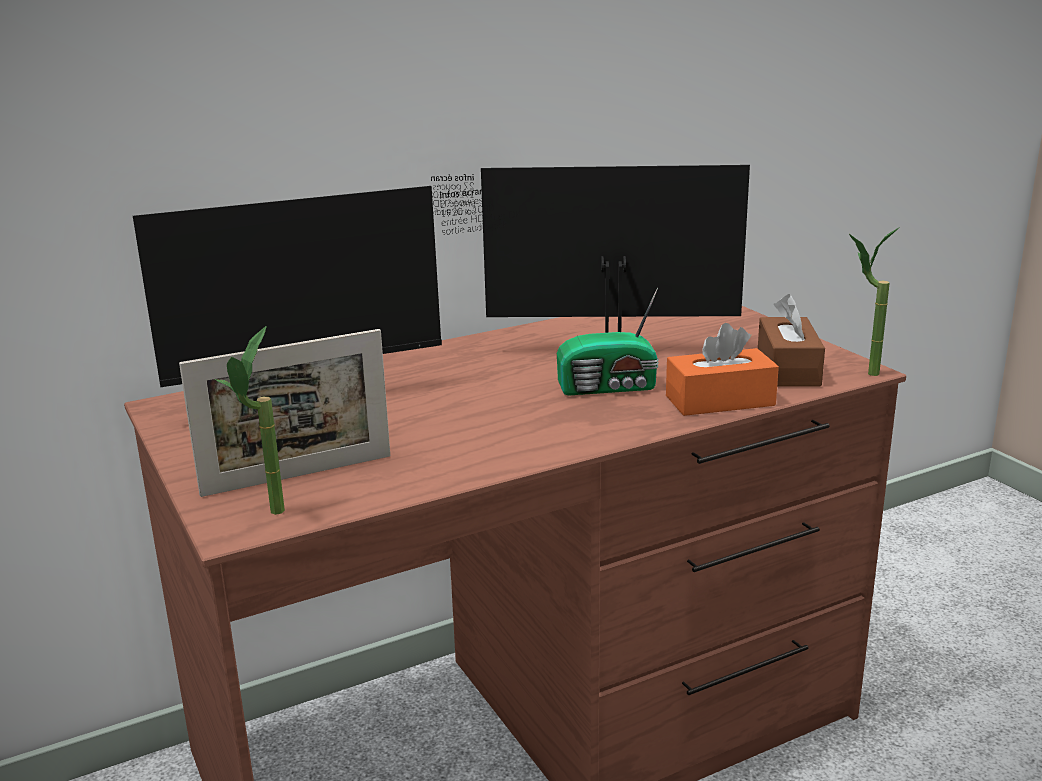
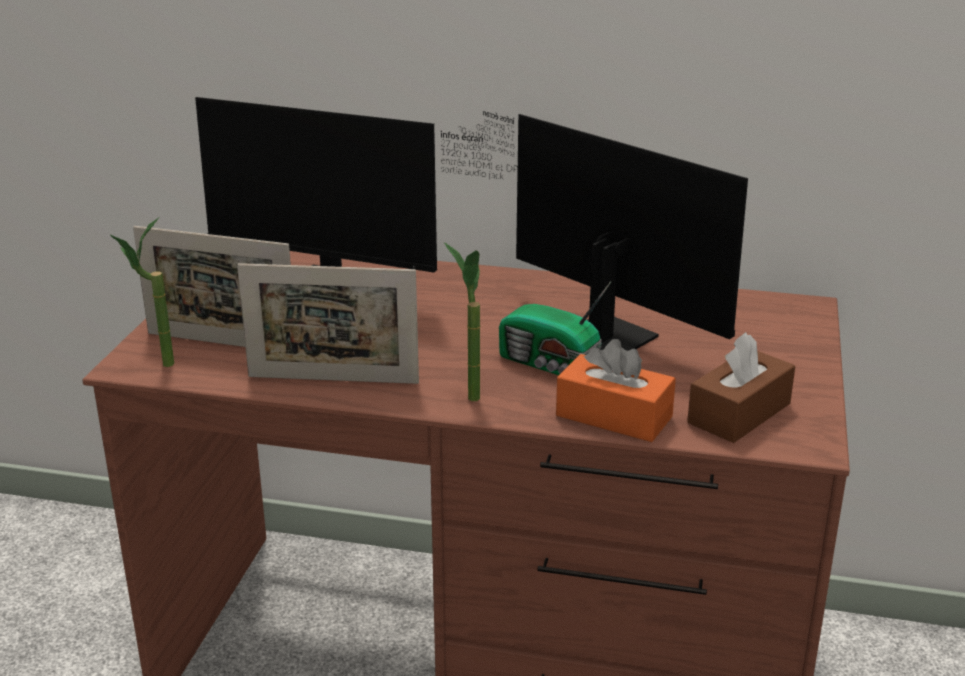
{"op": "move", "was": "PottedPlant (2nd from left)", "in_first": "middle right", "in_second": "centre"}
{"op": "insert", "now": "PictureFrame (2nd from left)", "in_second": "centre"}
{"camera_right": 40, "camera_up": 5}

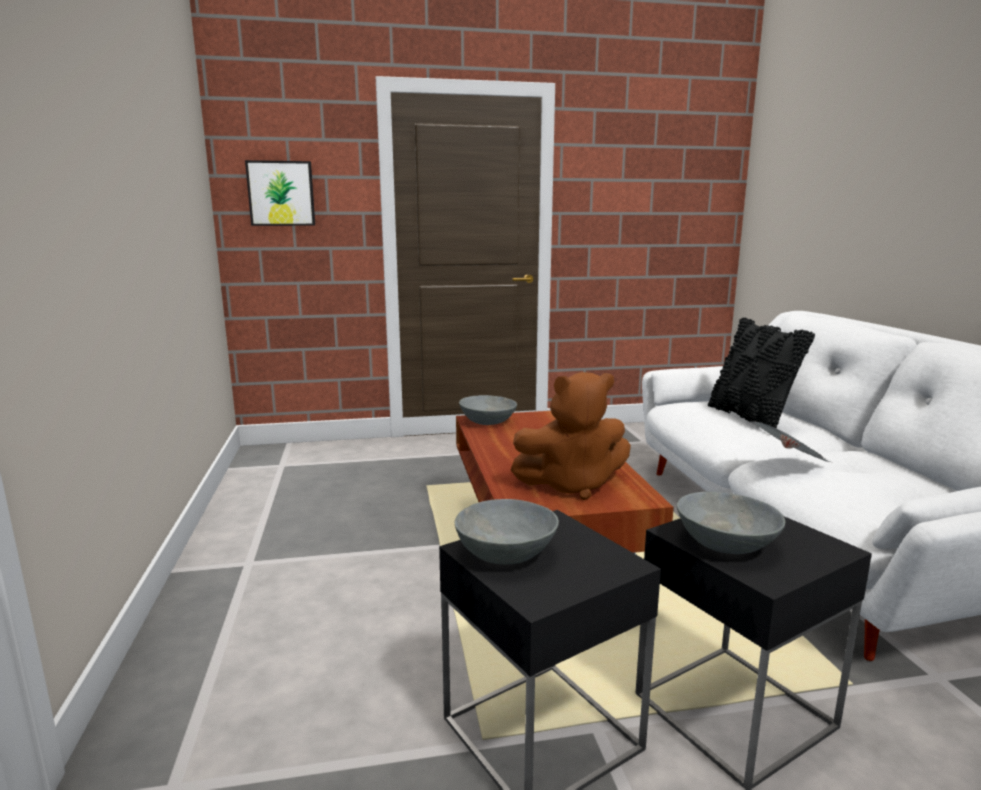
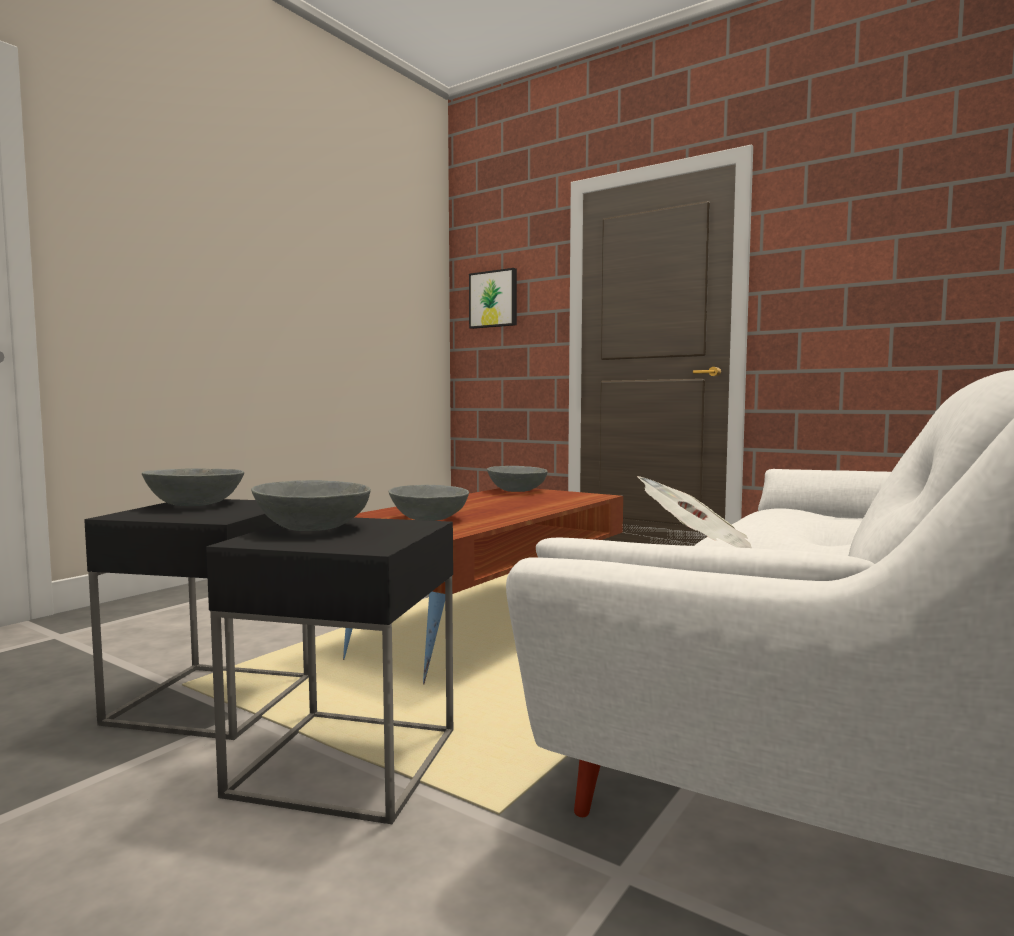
{"op": "delete", "was": "BlackPillow", "in_first": "middle right"}
{"op": "replace", "was": "BrownPlushToy", "now": "GreyBowl (3rd from left)", "in_first": "centre", "in_second": "centre"}
{"camera_right": 45, "camera_up": -10}

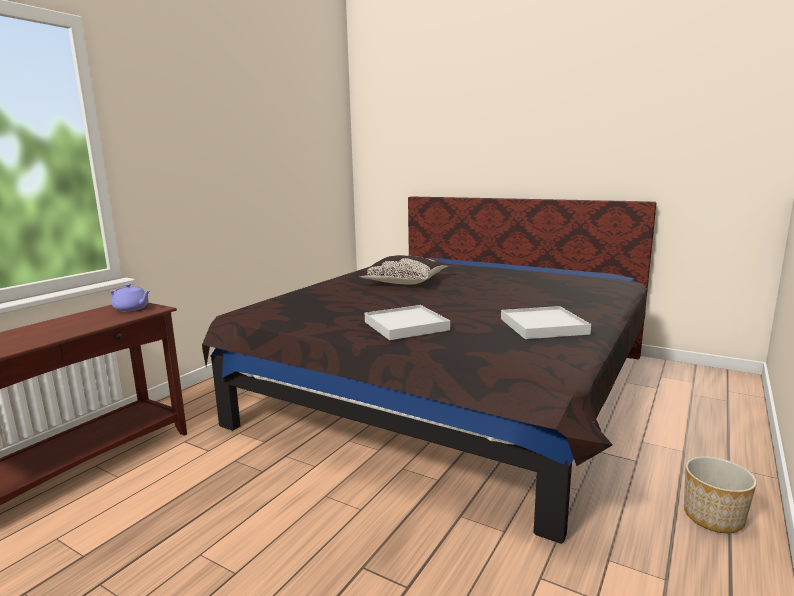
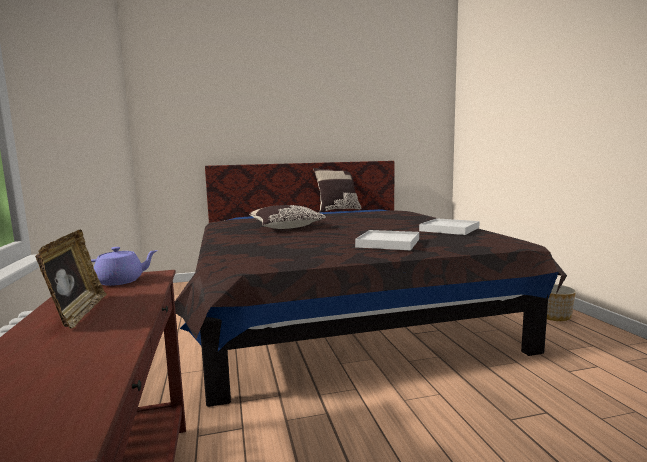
{"op": "insert", "now": "Pillow (2nd from left)", "in_second": "centre"}
{"op": "insert", "now": "PictureFrame", "in_second": "middle left"}
{"camera_right": -45, "camera_up": -5}

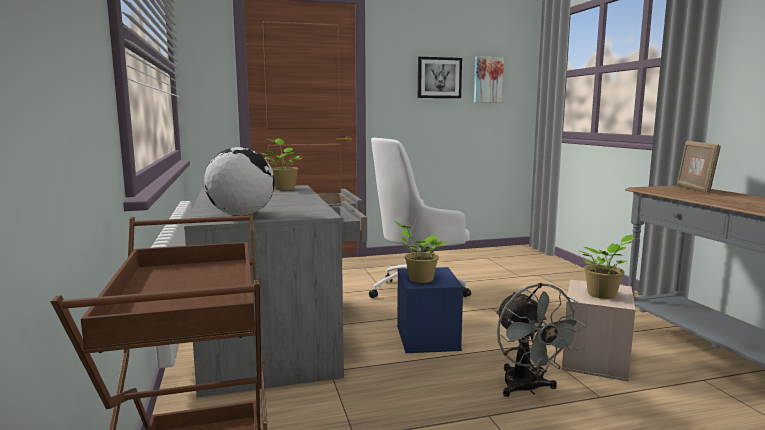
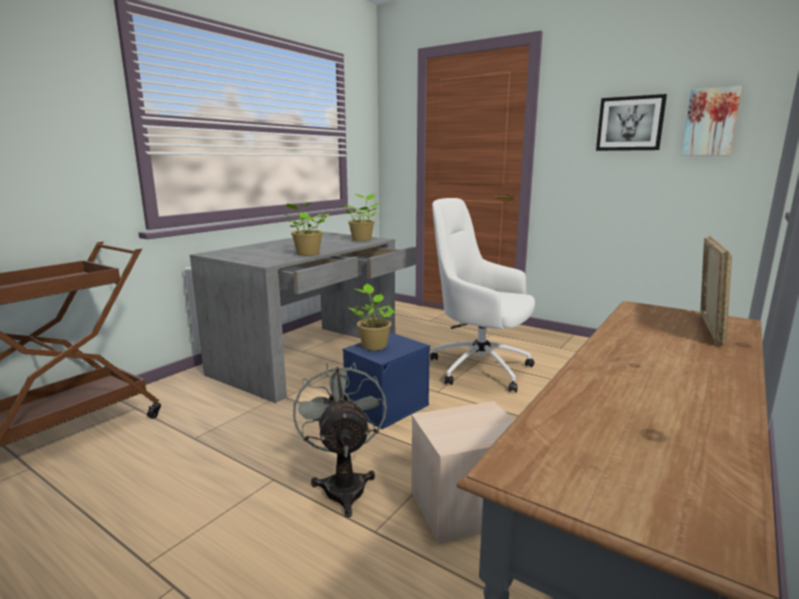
{"op": "rotate", "was": "PictureFrame", "in_first": "middle right", "in_second": "middle right", "clockwise": 150}
{"op": "delete", "was": "Globe", "in_first": "middle left"}
{"op": "move", "was": "PottedPlant (3rd from left in the first image)", "now": "PottedPlant (1st from left)", "in_first": "middle right", "in_second": "centre"}
{"op": "rotate", "was": "GreyFan", "in_first": "bottom right", "in_second": "bottom centre", "clockwise": 135}
{"camera_right": 50, "camera_up": 5}

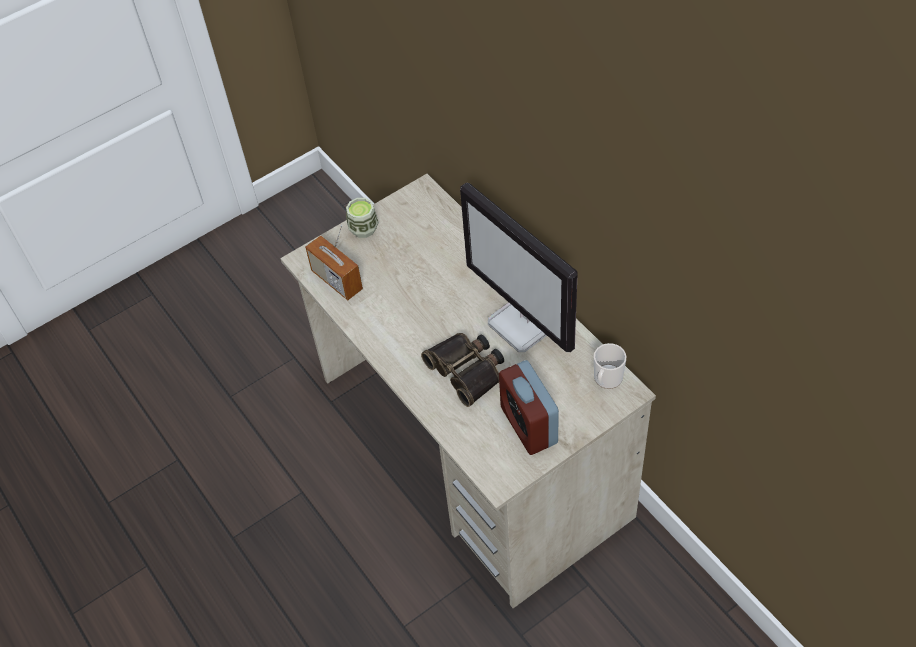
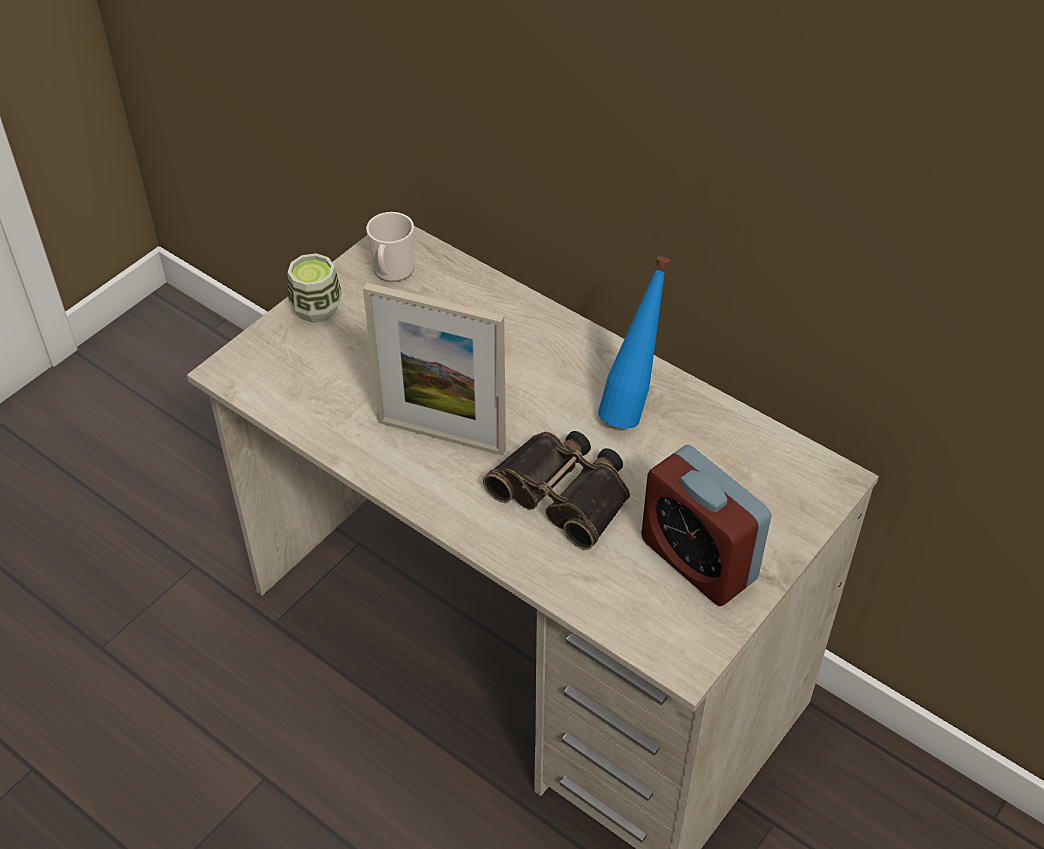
{"op": "replace", "was": "Monitor", "now": "BlueBottle", "in_first": "centre", "in_second": "centre"}
{"op": "delete", "was": "Radio", "in_first": "centre"}
{"op": "move", "was": "Mug", "in_first": "centre", "in_second": "top centre"}
{"op": "insert", "now": "PictureFrame", "in_second": "centre"}
{"camera_right": -20, "camera_up": -5}

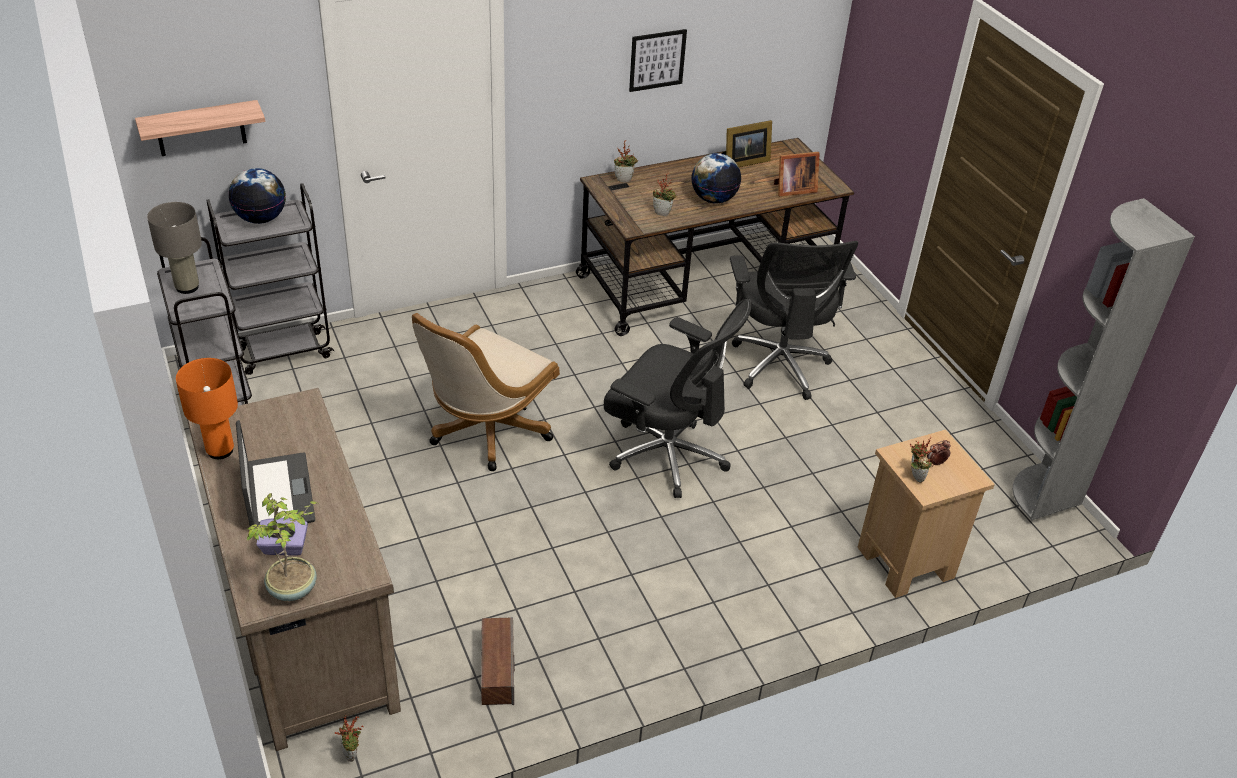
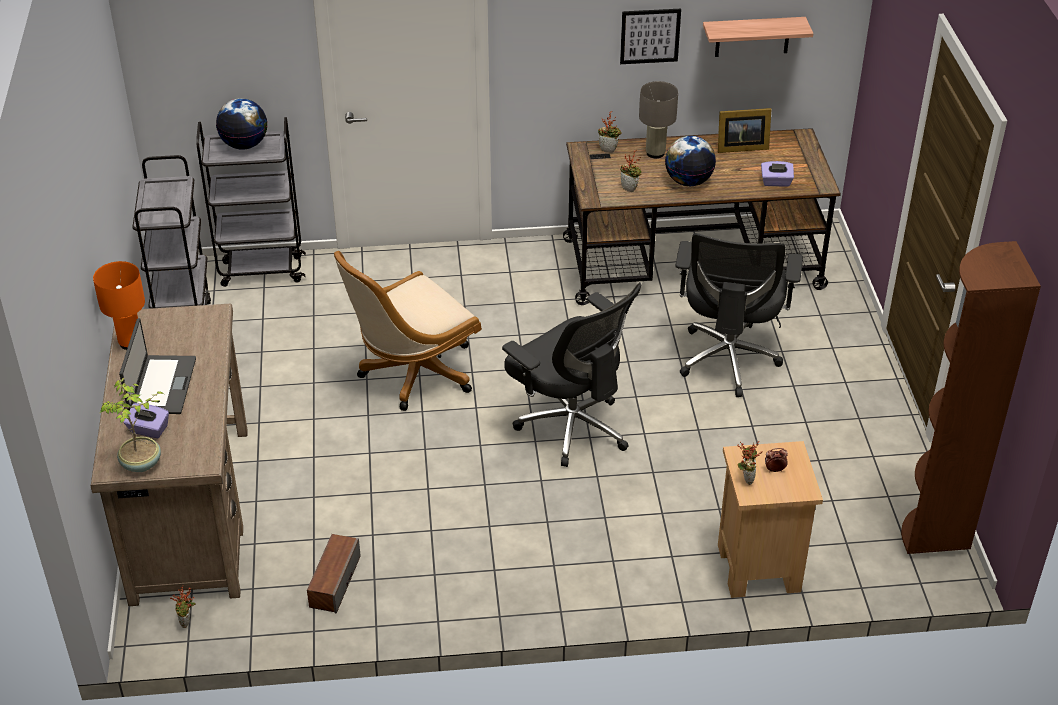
{"op": "move", "was": "Shelf", "in_first": "top left", "in_second": "top right"}
{"op": "replace", "was": "PictureFrame (2nd from left)", "now": "PurpleTissueBox (2nd from left)", "in_first": "top centre", "in_second": "top right"}
{"op": "recolor", "was": "GreyBookcase", "now": "BrownBookcase", "in_first": "middle right", "in_second": "middle right"}
{"op": "move", "was": "GreyTableLamp", "in_first": "top left", "in_second": "top centre"}
{"camera_right": 20, "camera_up": 0}

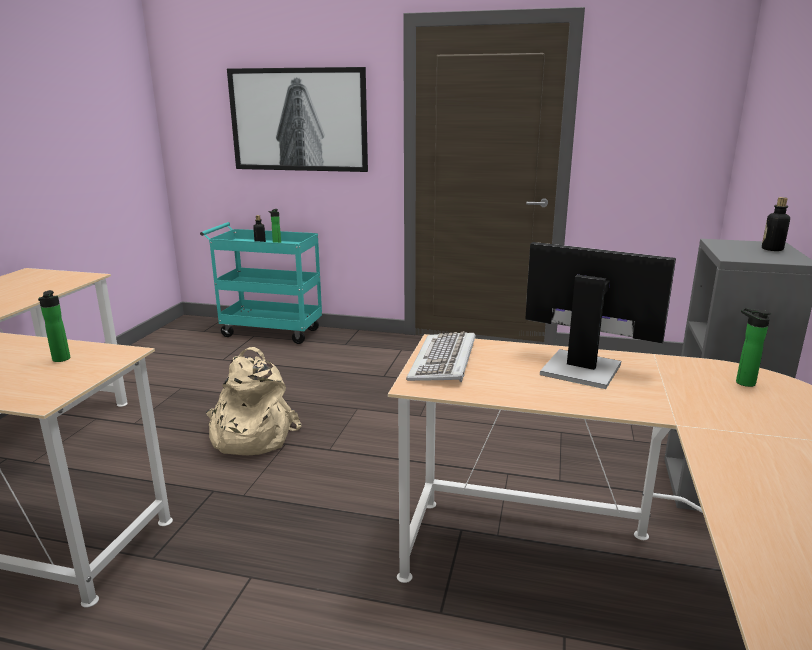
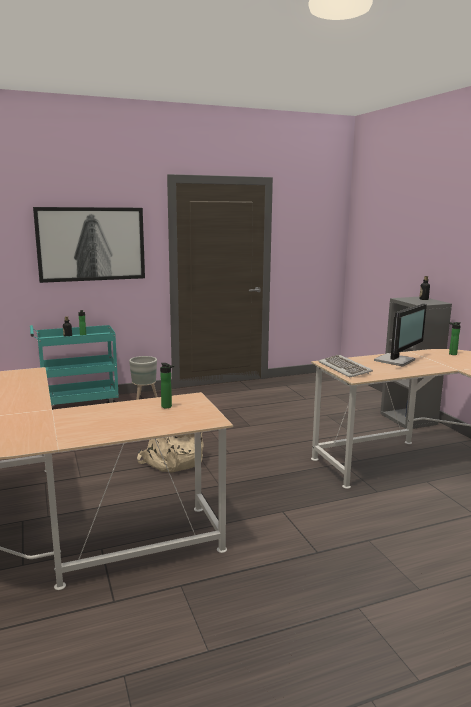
{"op": "rotate", "was": "Monitor", "in_first": "middle right", "in_second": "middle right", "clockwise": 135}
{"op": "insert", "now": "GreyPlanter", "in_second": "middle left"}
{"camera_right": -35, "camera_up": -5}

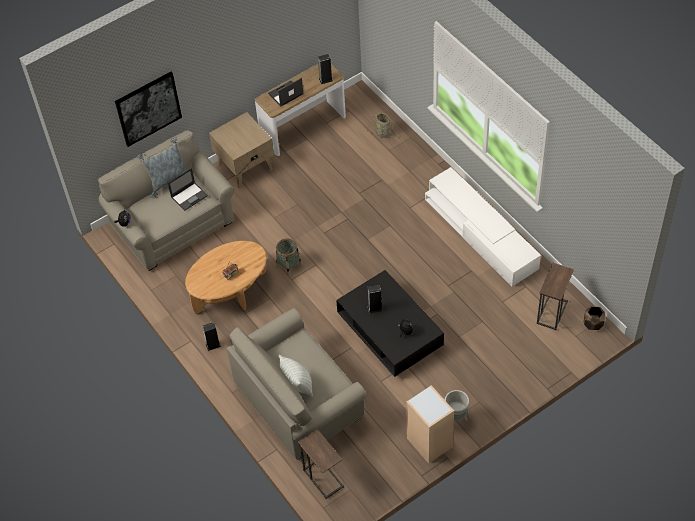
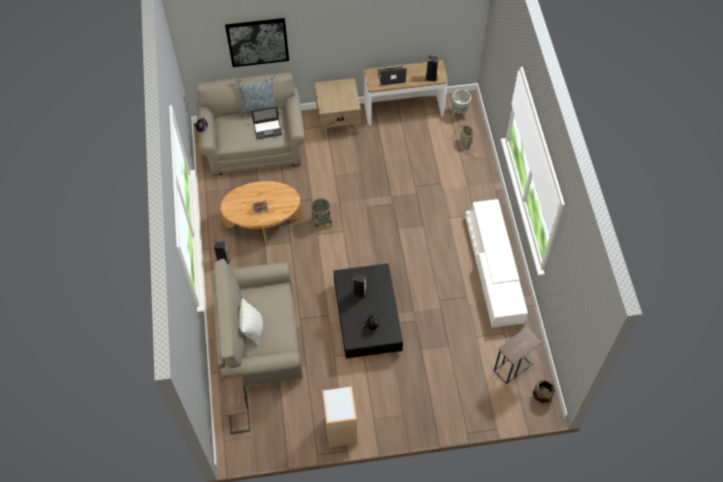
{"op": "move", "was": "GreyPlanter", "in_first": "bottom centre", "in_second": "top centre"}
{"camera_right": 25, "camera_up": 5}

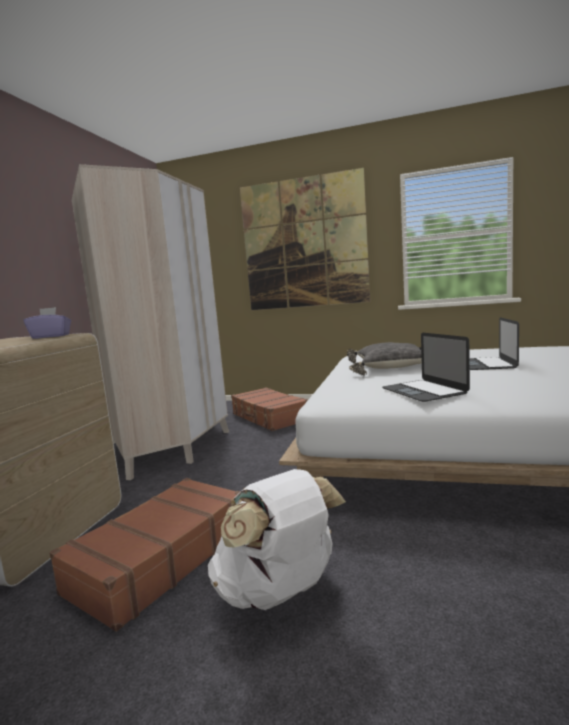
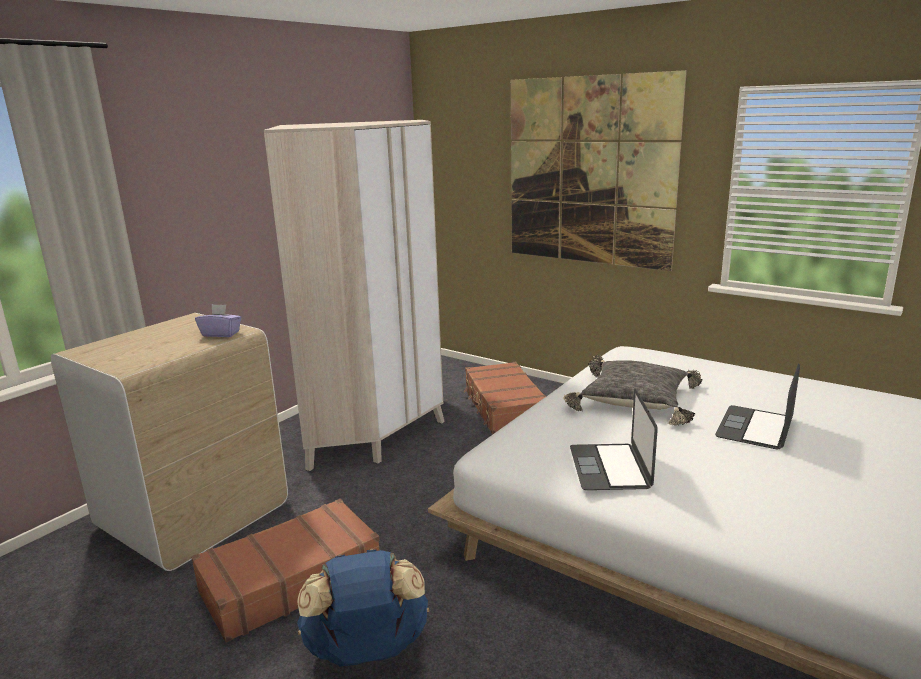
{"op": "recolor", "was": "WhiteBackpack", "now": "BlueBackpack", "in_first": "bottom centre", "in_second": "bottom centre"}
{"camera_right": 20, "camera_up": 10}

